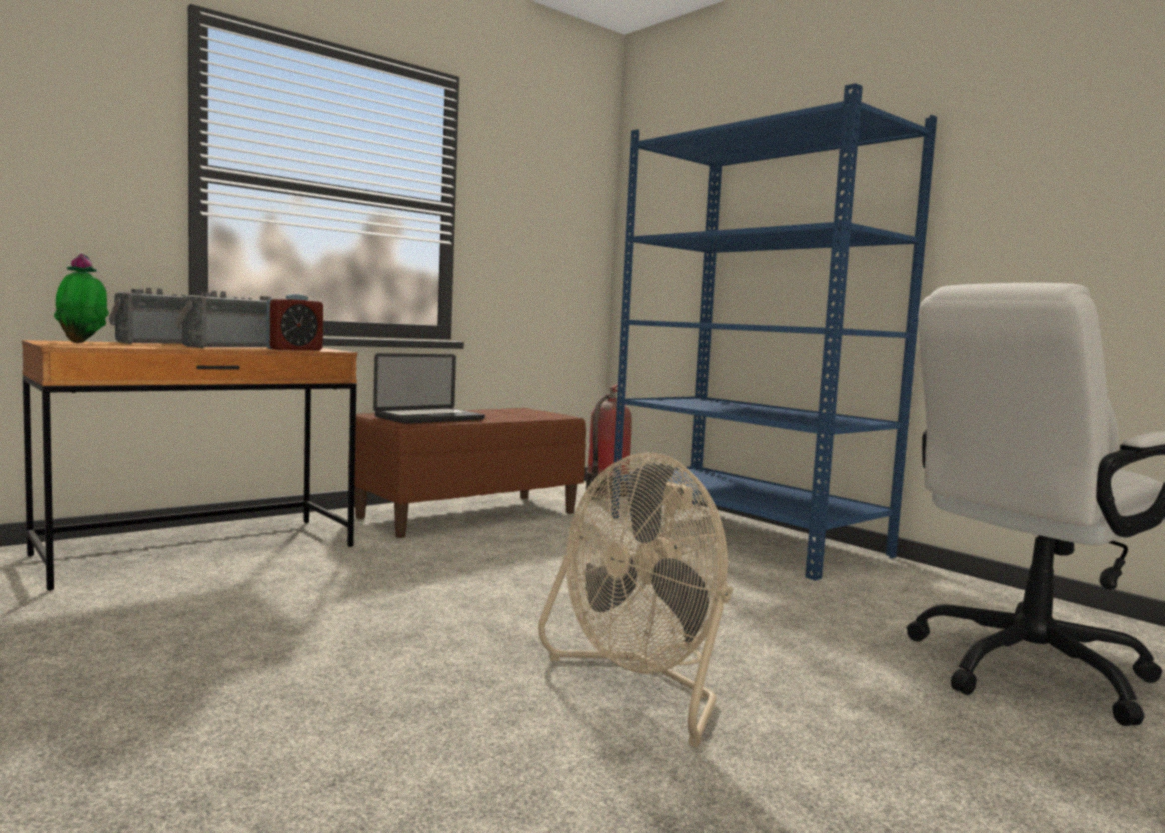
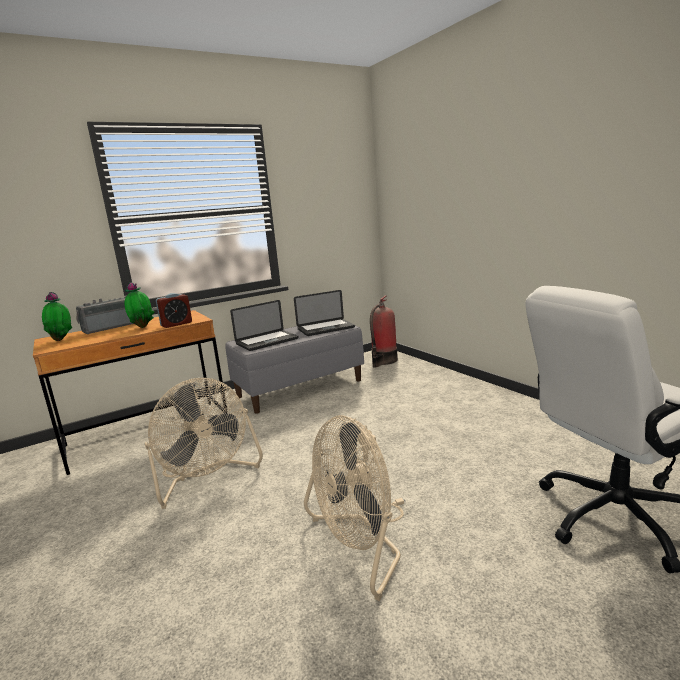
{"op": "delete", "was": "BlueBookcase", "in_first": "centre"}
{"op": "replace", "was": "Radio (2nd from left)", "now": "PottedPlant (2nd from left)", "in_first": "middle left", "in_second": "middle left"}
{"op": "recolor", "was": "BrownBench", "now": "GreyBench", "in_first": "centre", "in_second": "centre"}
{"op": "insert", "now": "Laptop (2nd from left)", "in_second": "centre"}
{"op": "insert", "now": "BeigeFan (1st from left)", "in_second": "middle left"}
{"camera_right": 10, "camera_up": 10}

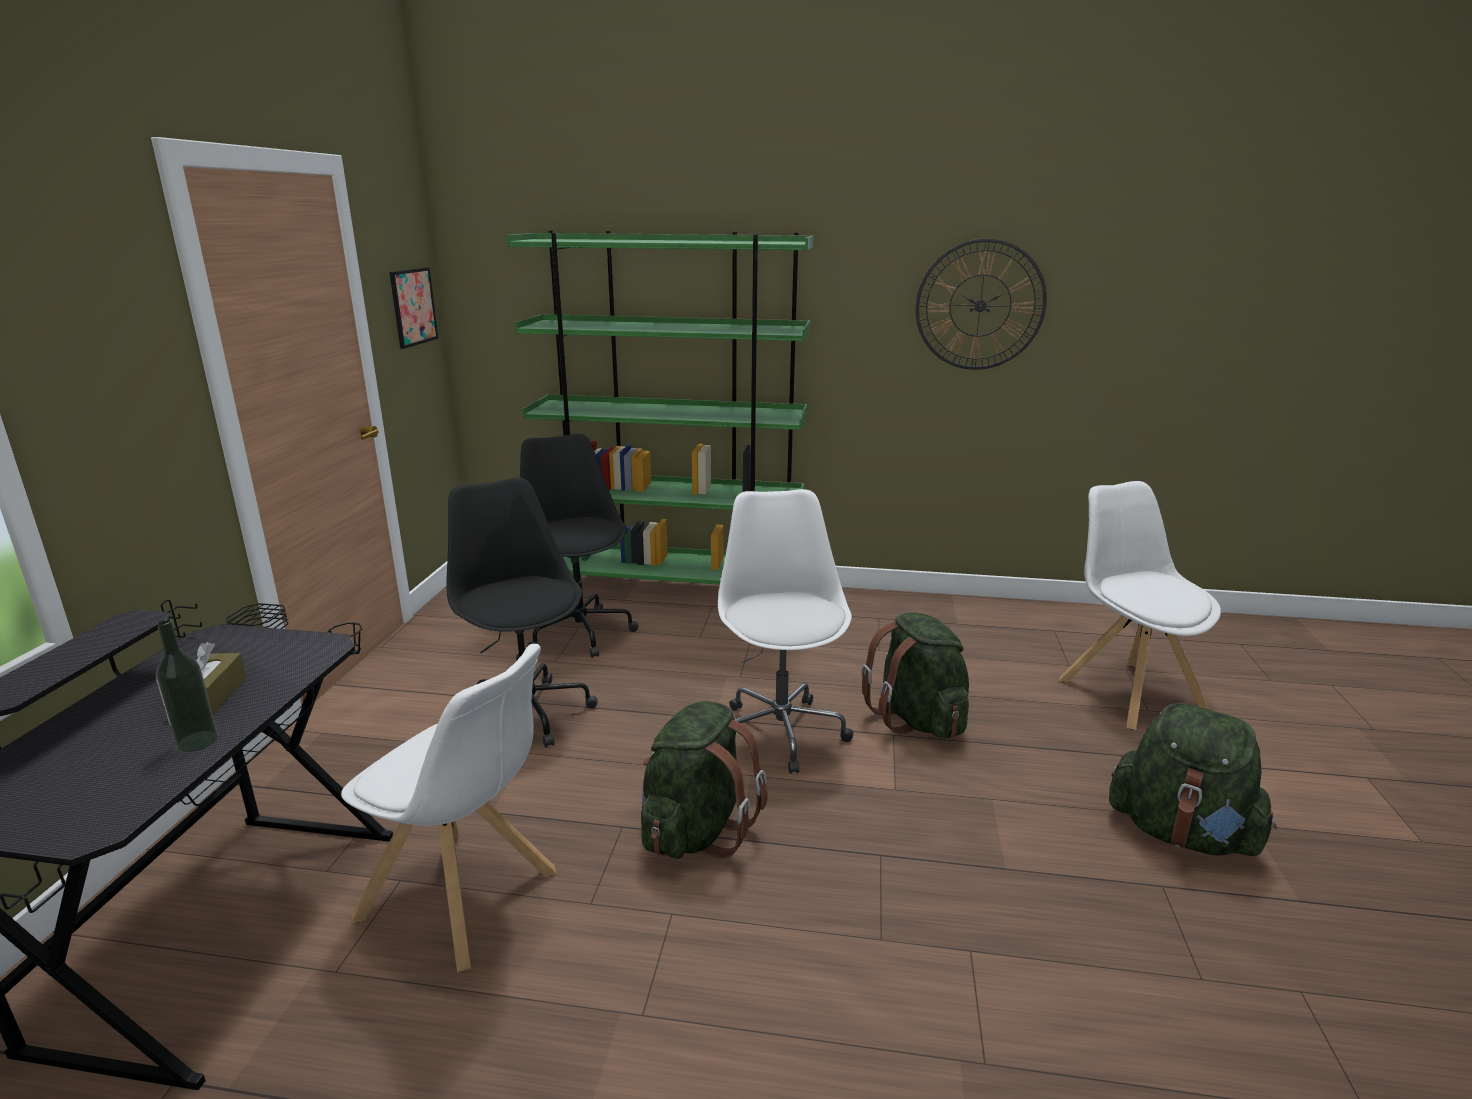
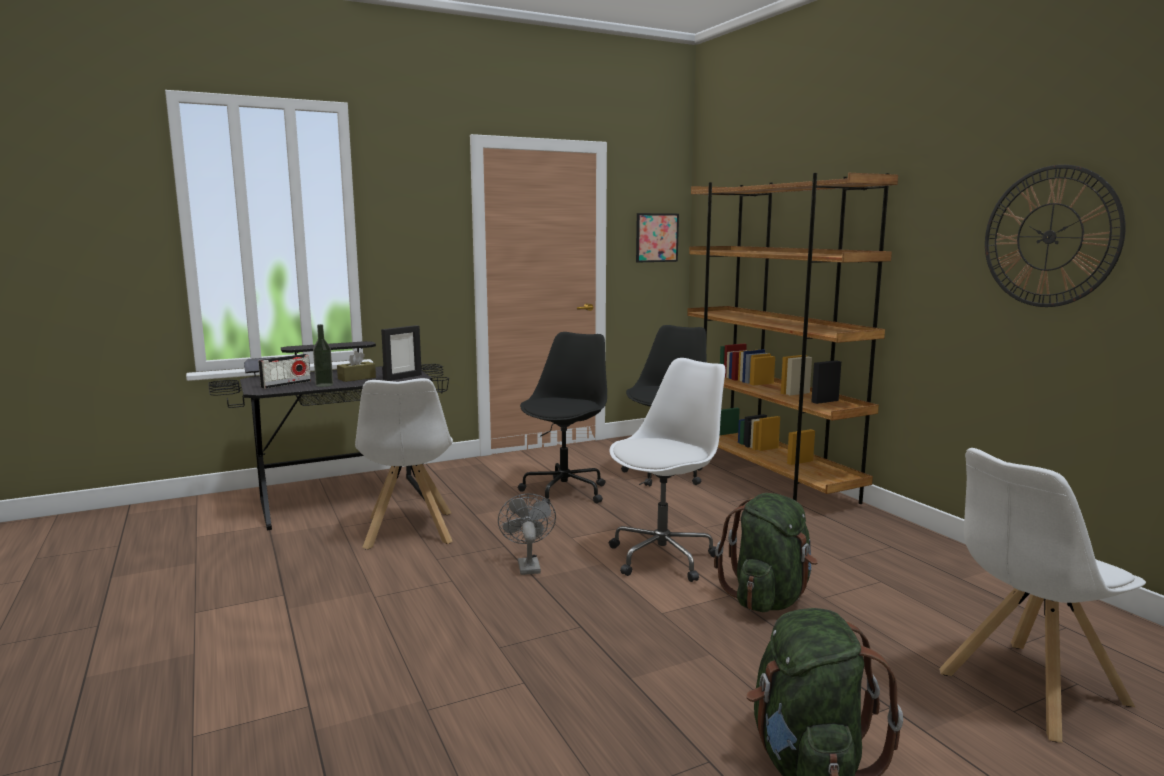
{"op": "recolor", "was": "GreenBookcase", "now": "BrownBookcase", "in_first": "centre", "in_second": "middle right"}
{"op": "rotate", "was": "WhiteChair (2nd from left)", "in_first": "middle right", "in_second": "bottom right", "clockwise": -150}
{"op": "replace", "was": "GreenBackpack (1st from left)", "now": "GreyFan", "in_first": "bottom centre", "in_second": "bottom centre"}
{"op": "insert", "now": "PictureFrame", "in_second": "centre"}
{"op": "insert", "now": "Radio", "in_second": "middle left"}
{"camera_right": 55, "camera_up": -10}

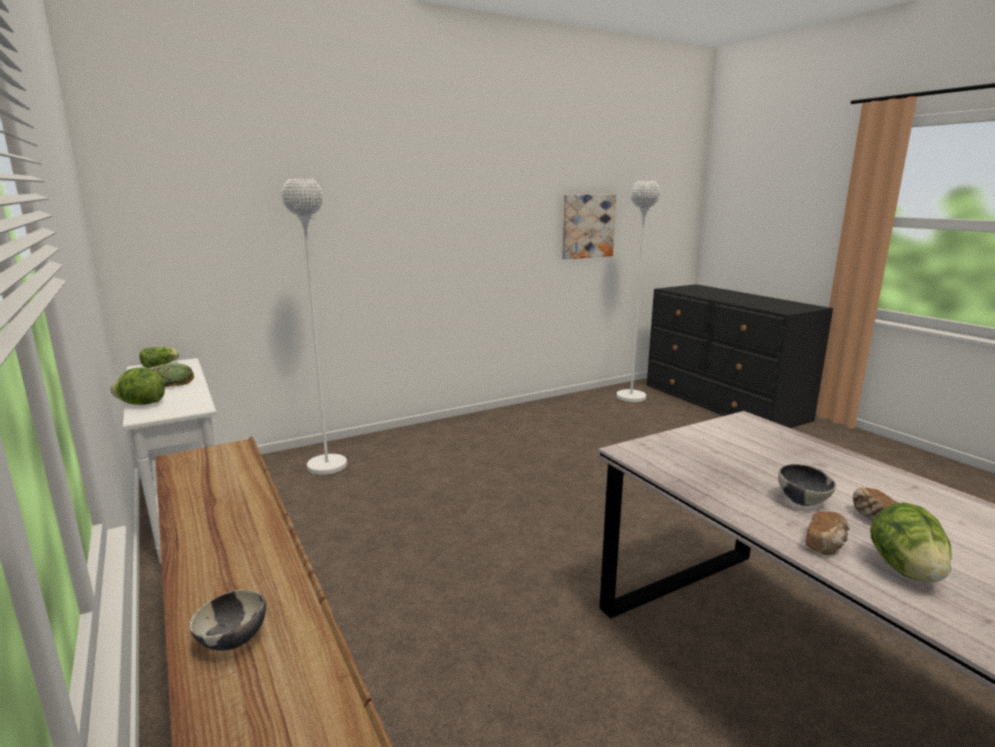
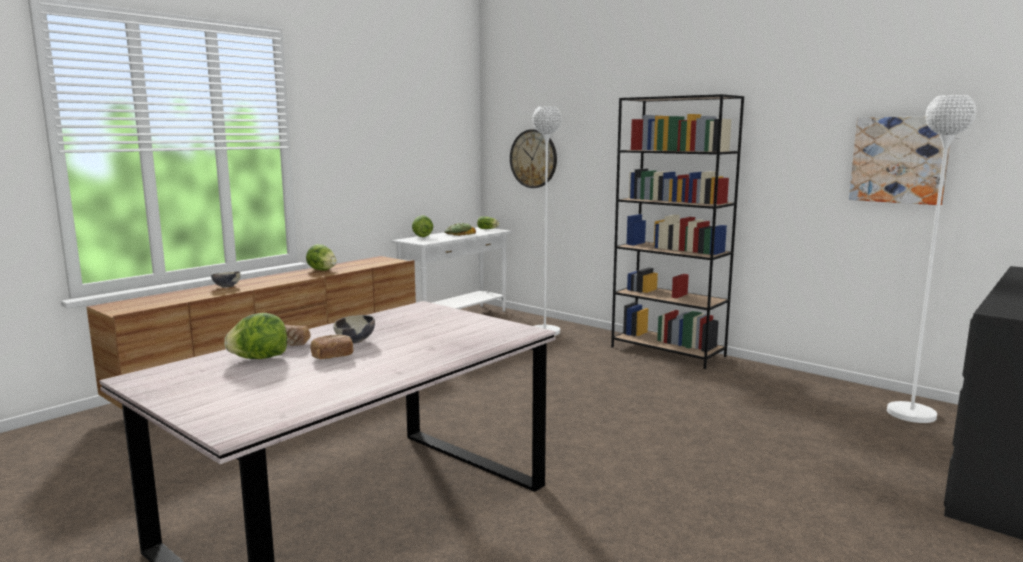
{"op": "insert", "now": "BeigeBookcase", "in_second": "centre"}
{"op": "insert", "now": "WallClock", "in_second": "top centre"}
{"op": "insert", "now": "Lettuce (2nd from left)", "in_second": "middle left"}
{"camera_right": 70, "camera_up": -5}

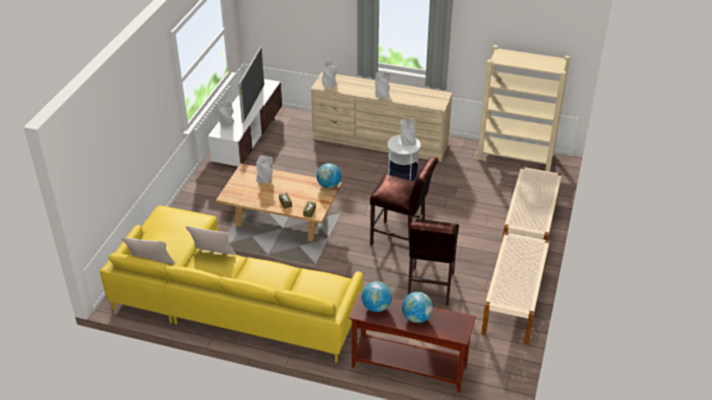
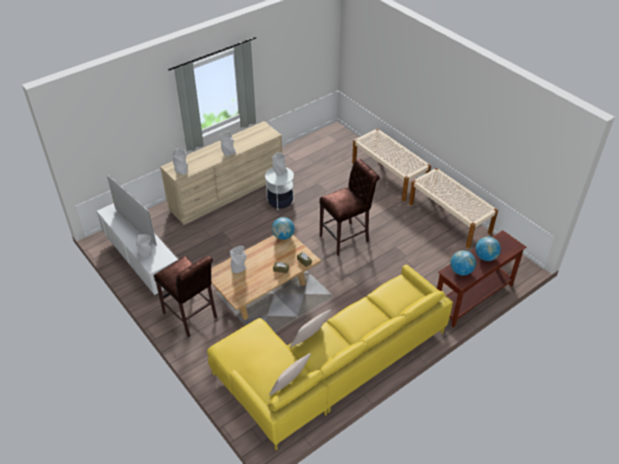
{"op": "delete", "was": "BeigeBookcase", "in_first": "top right"}
{"op": "move", "was": "BrownStool (2nd from left in the first image)", "now": "BrownStool (1st from left)", "in_first": "centre", "in_second": "middle left"}
{"camera_right": -55, "camera_up": 5}

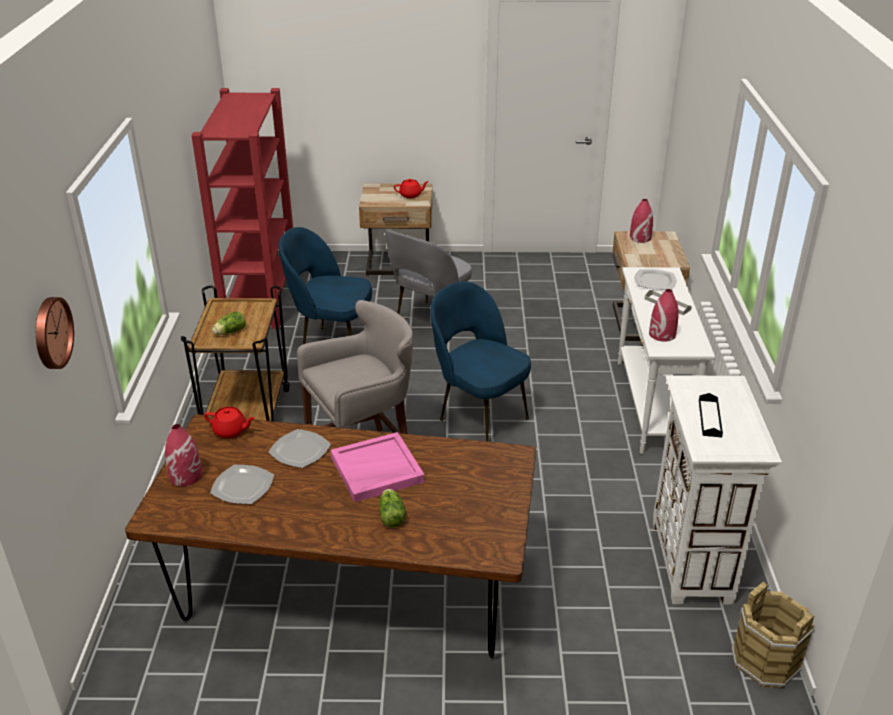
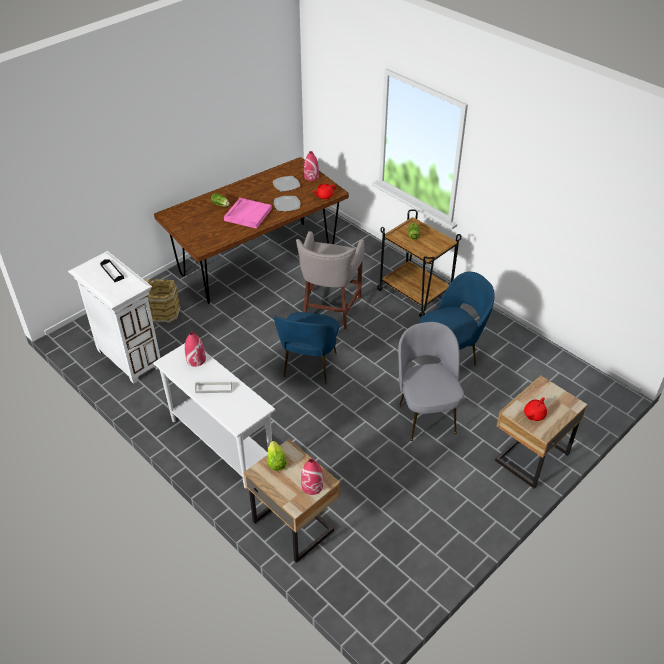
{"op": "delete", "was": "RedBookcase", "in_first": "top left"}
{"op": "delete", "was": "Plate (3rd from left)", "in_first": "middle right"}
{"op": "rotate", "was": "BlueChair (2nd from left in the first image)", "in_first": "centre", "in_second": "centre", "clockwise": 105}
{"op": "delete", "was": "WallClock", "in_first": "middle left"}
{"op": "move", "was": "BrownBucket", "in_first": "bottom right", "in_second": "middle left"}
{"op": "insert", "now": "Lettuce (2nd from left)", "in_second": "bottom centre"}
{"camera_right": 135, "camera_up": 10}

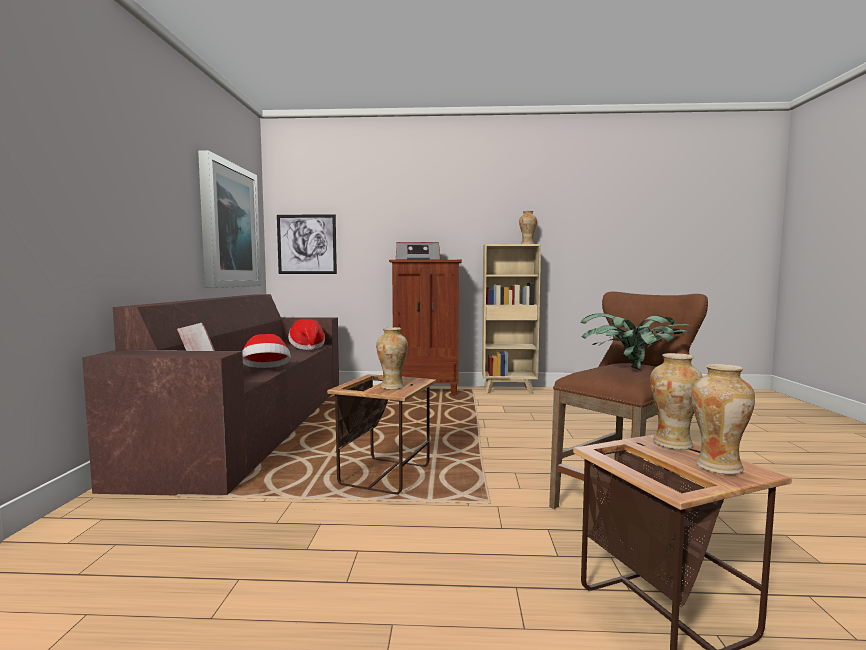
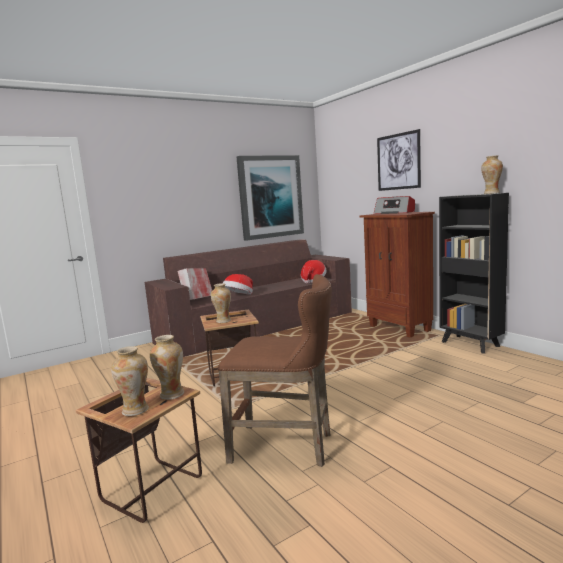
{"op": "move", "was": "Picture (2nd from left)", "in_first": "centre", "in_second": "top right"}
{"op": "recolor", "was": "BeigeBookcase", "now": "BlackBookcase", "in_first": "centre", "in_second": "middle right"}
{"op": "delete", "was": "PottedPlant", "in_first": "middle right"}
{"camera_right": 55, "camera_up": 5}

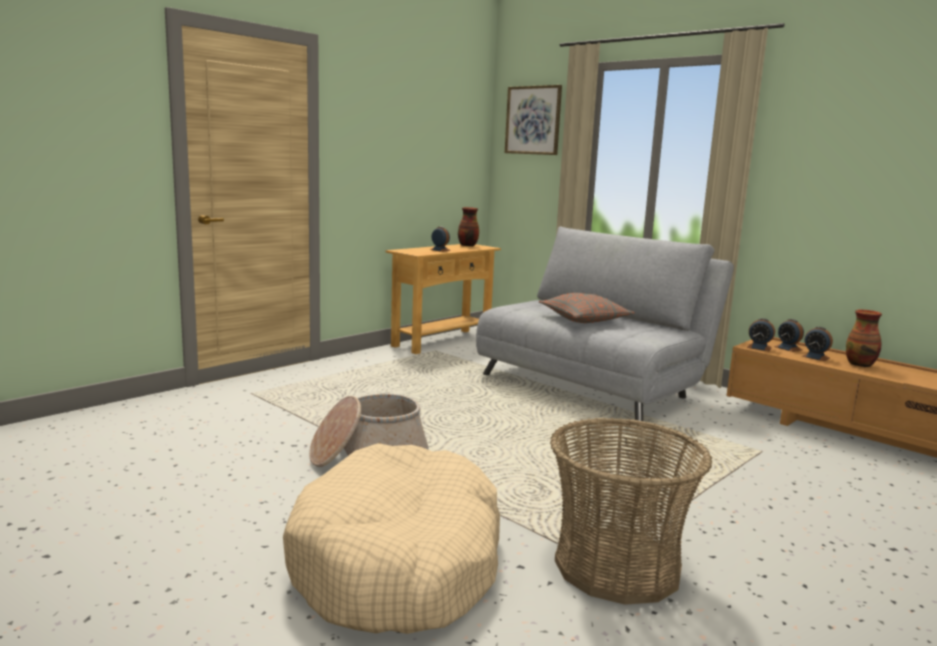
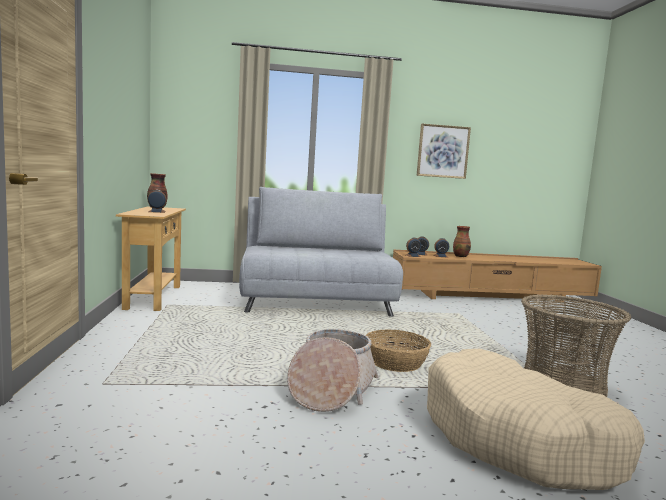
{"op": "move", "was": "Picture", "in_first": "top centre", "in_second": "top right"}
{"op": "delete", "was": "GreyPillow", "in_first": "centre"}
{"op": "insert", "now": "Basket (2nd from left)", "in_second": "bottom centre"}
{"camera_right": -50, "camera_up": -5}

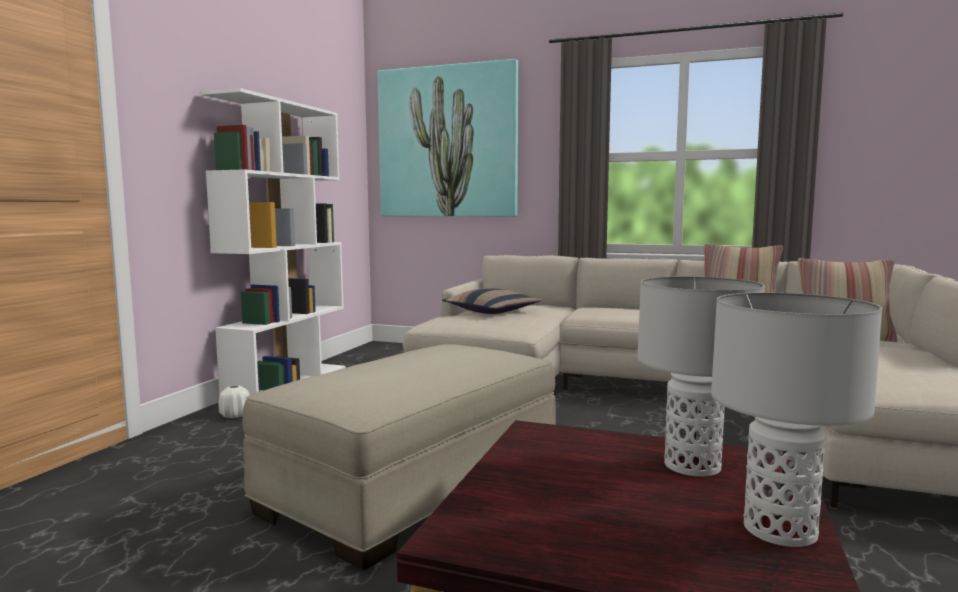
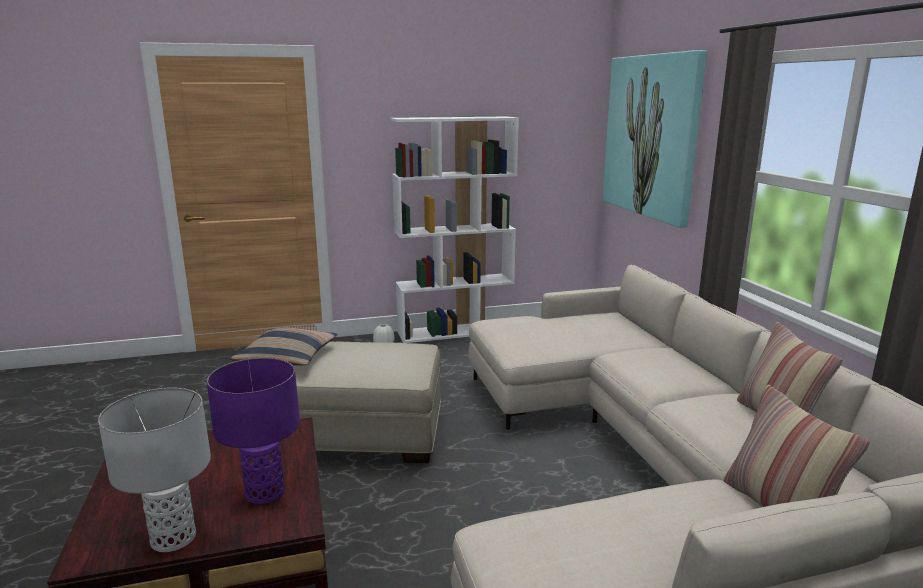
{"op": "recolor", "was": "WhiteTableLamp (1st from left)", "now": "PurpleTableLamp", "in_first": "middle right", "in_second": "bottom left"}
{"op": "move", "was": "Pillow (1st from left)", "in_first": "centre", "in_second": "middle left"}
{"camera_right": 55, "camera_up": 10}

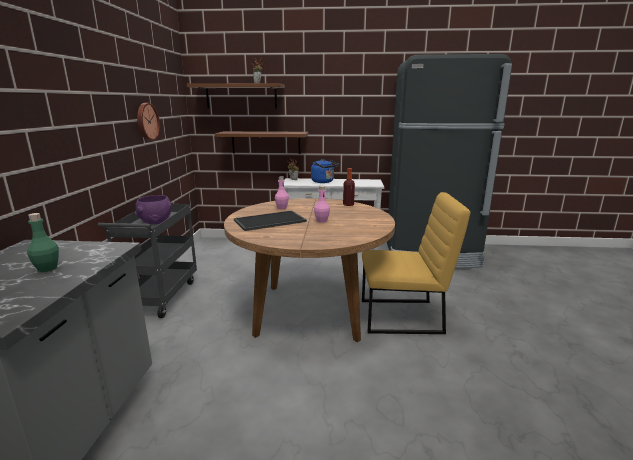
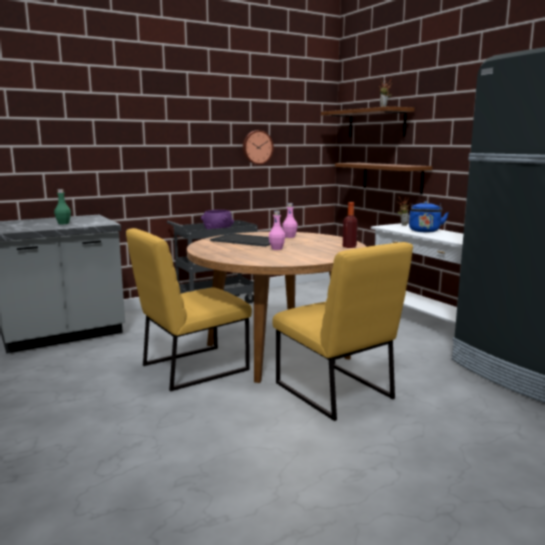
{"op": "insert", "now": "YellowChair (1st from left)", "in_second": "centre"}
{"camera_right": 55, "camera_up": -5}

